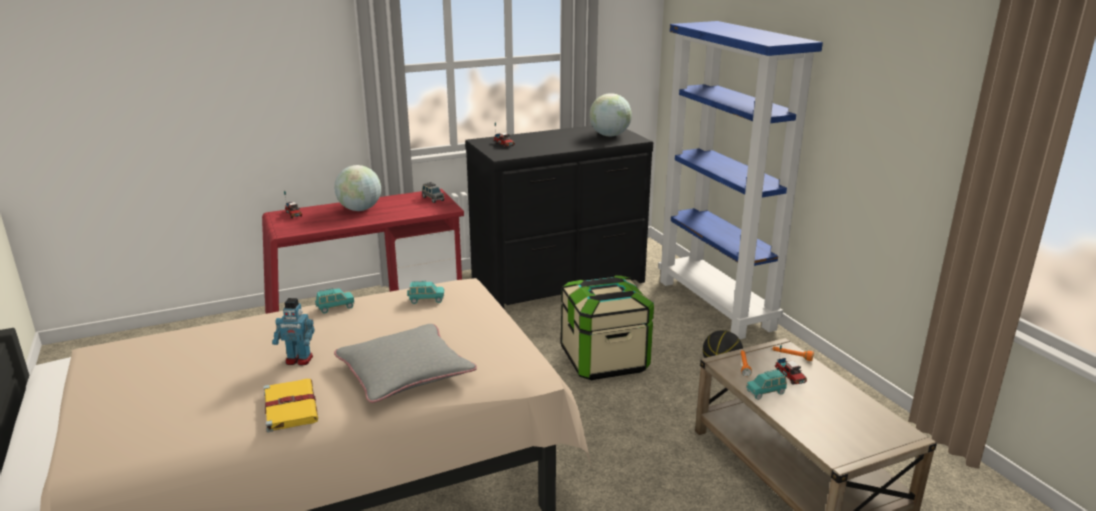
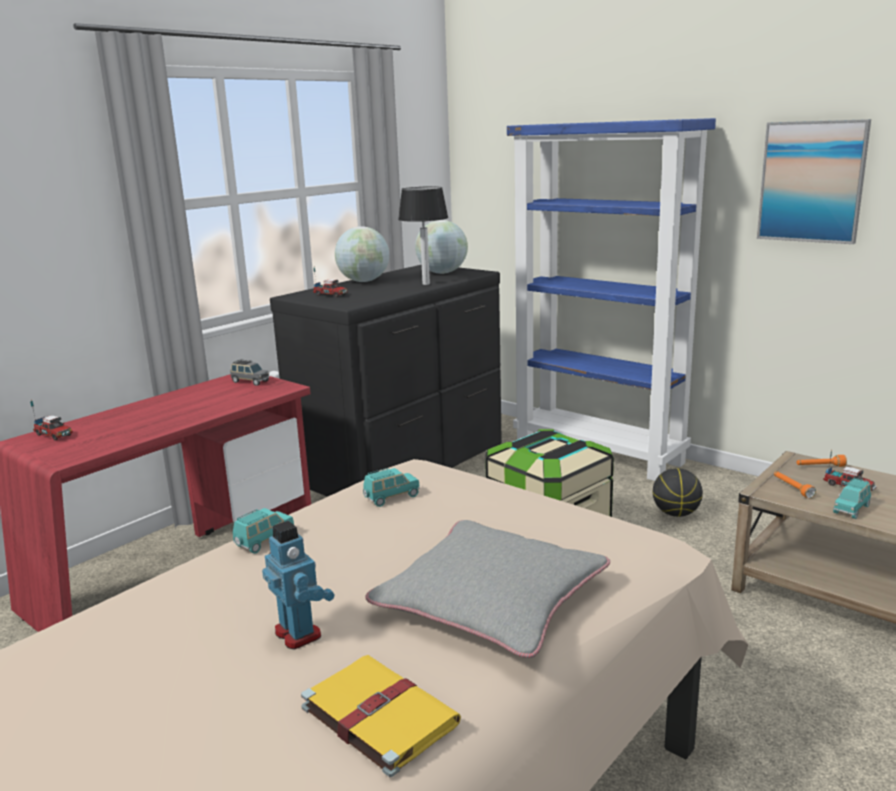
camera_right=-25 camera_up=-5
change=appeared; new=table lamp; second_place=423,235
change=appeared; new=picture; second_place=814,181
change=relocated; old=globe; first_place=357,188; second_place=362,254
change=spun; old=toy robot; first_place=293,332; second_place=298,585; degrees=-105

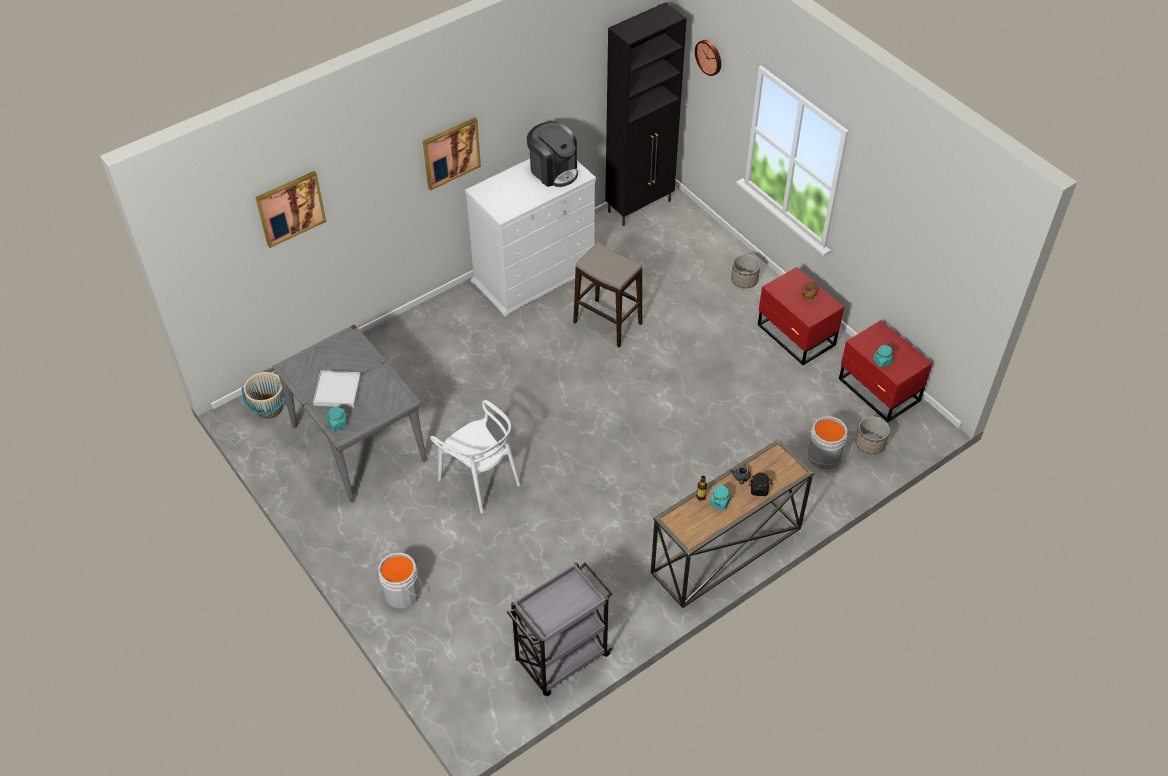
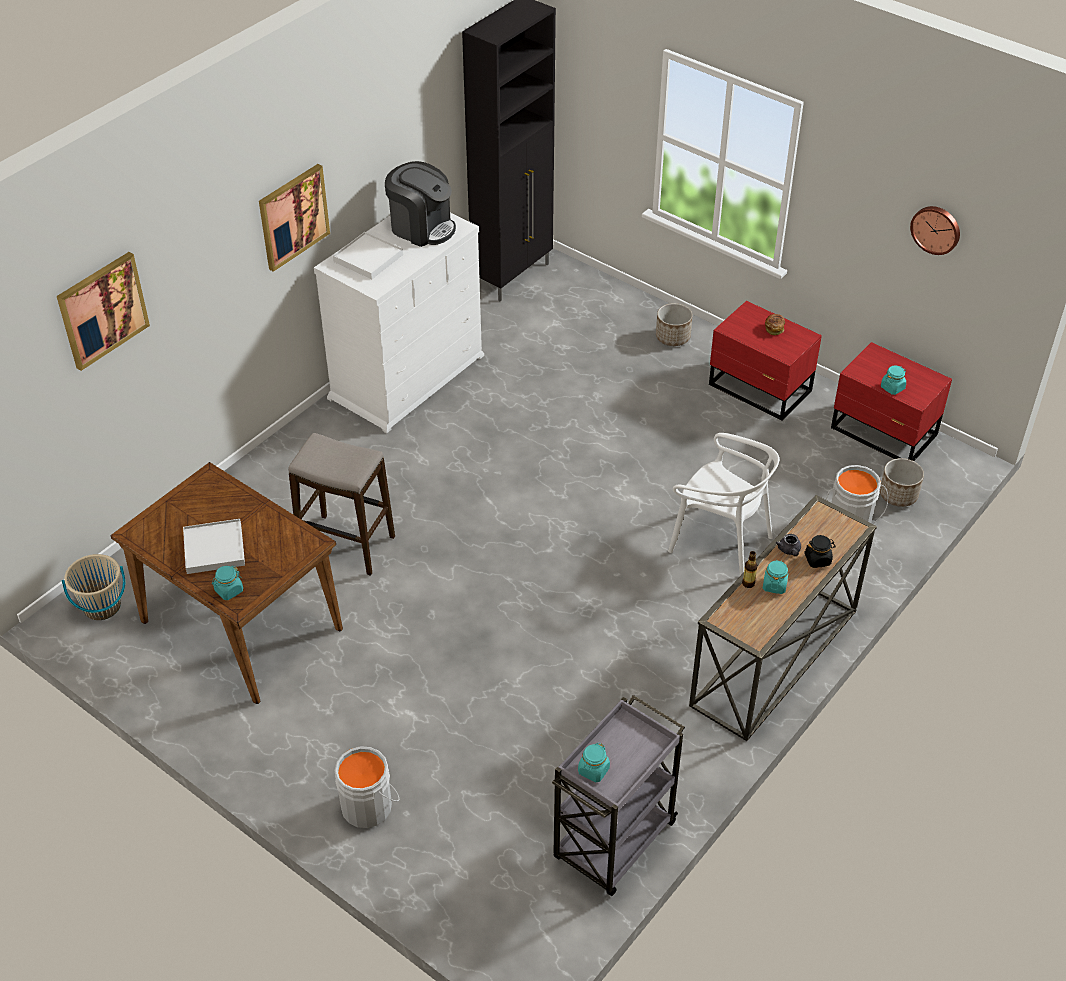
camera_right=-15 camera_up=-5
change=appeared; new=white tray; second_place=368,255
change=appeared; new=turquoise jar; second_place=594,762
change=relocated; old=white chair; first_place=475,456; second_place=723,504
change=relocated; old=stool; first_place=607,295; second_place=341,504
change=relocated; old=wall clock; first_place=708,58; second_place=935,230
change=colour; old=grey dining table; new=brown dining table; first_place=349,413; second_place=226,583

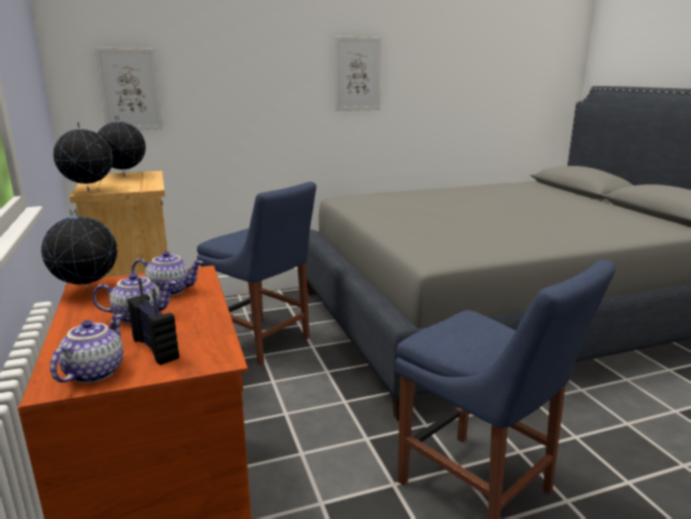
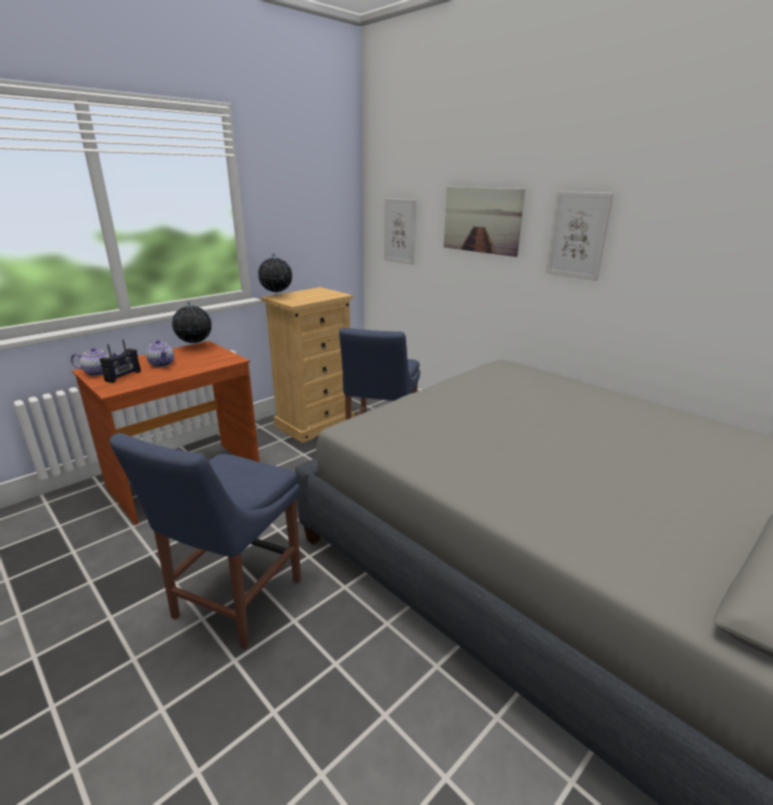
camera_right=65 camera_up=5
change=missing; old=globe; first_place=121,146
change=missing; old=teapot; first_place=167,273
change=appeared; new=picture; second_place=484,222

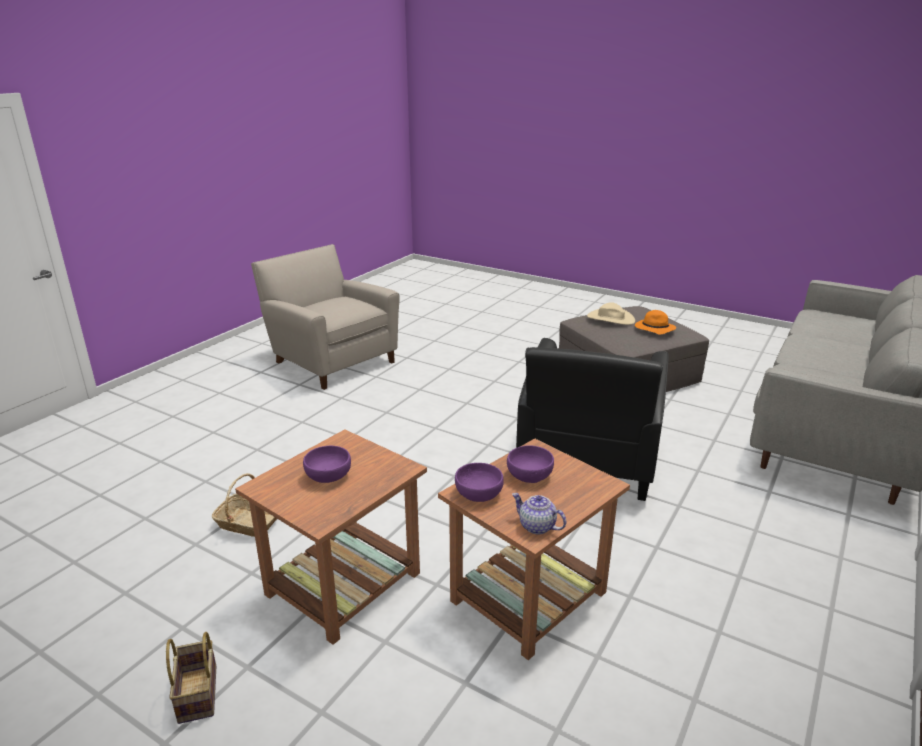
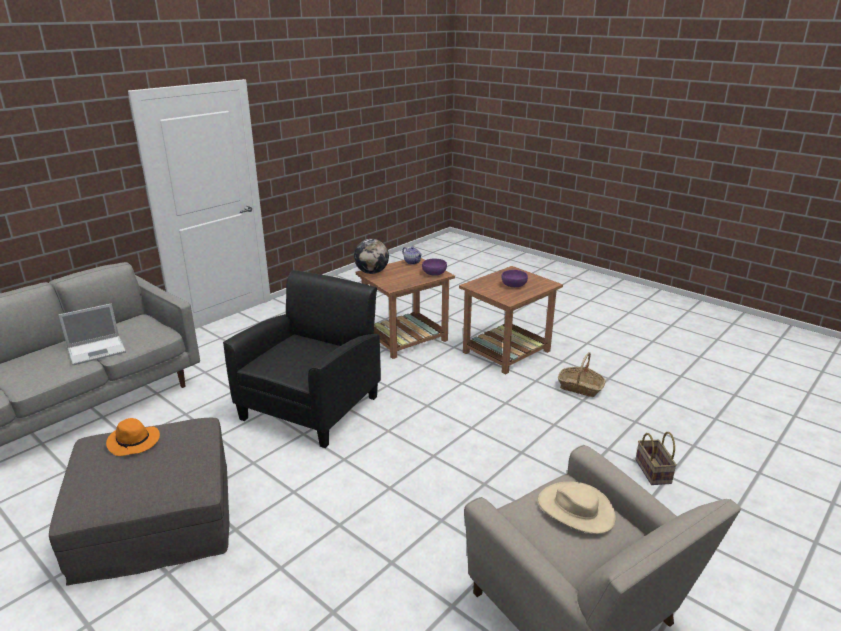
camera_right=-170 camera_up=0
change=missing; old=purple bowl; first_place=530,464
change=appeared; new=laptop; second_place=92,334
change=appeared; new=globe; second_place=371,256
change=relocated; old=basket; first_place=191,678; second_place=656,458
change=relocated; old=beige hat; first_place=611,313; second_place=577,507

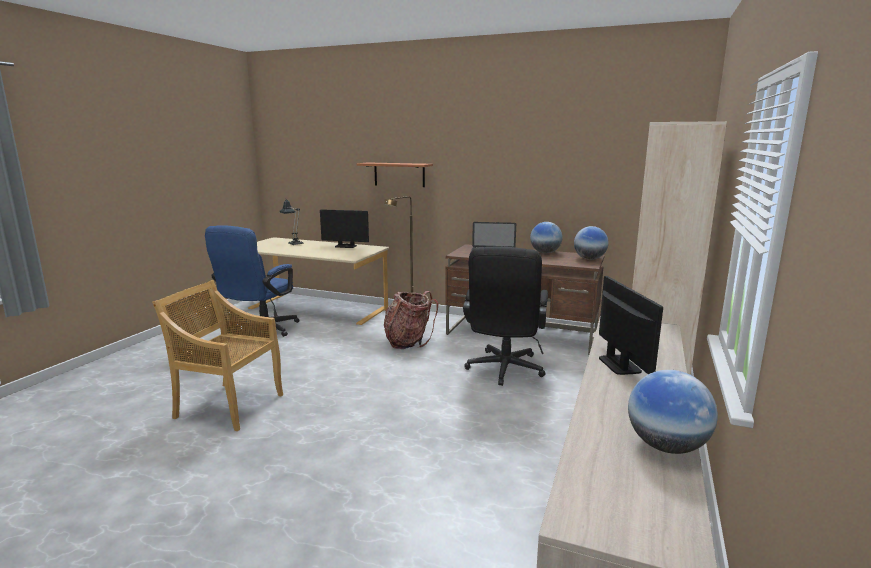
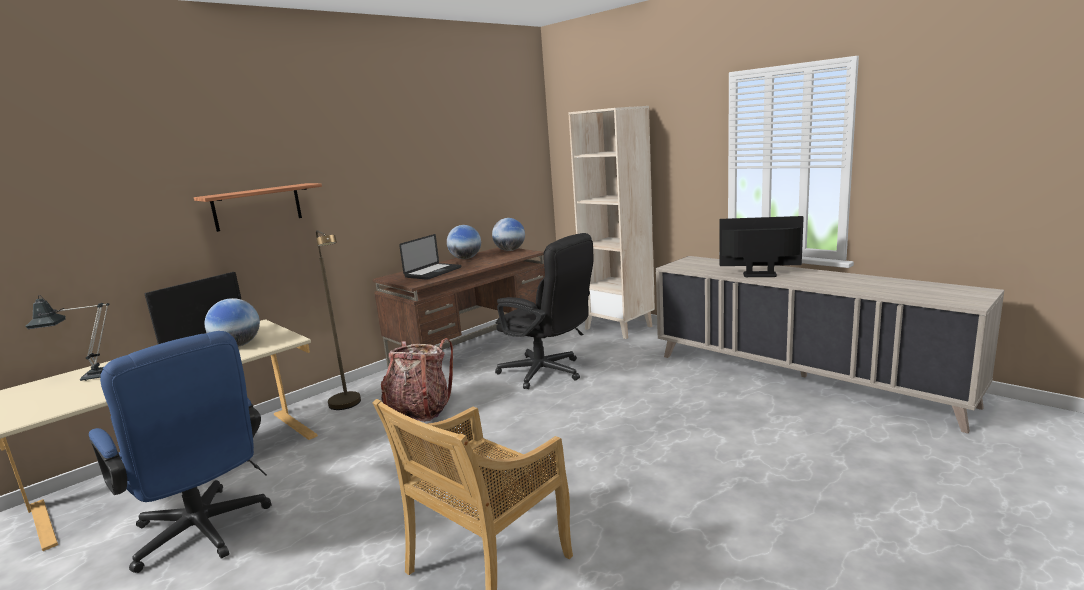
camera_right=-65 camera_up=0
change=relocated; old=globe; first_place=673,412; second_place=232,322

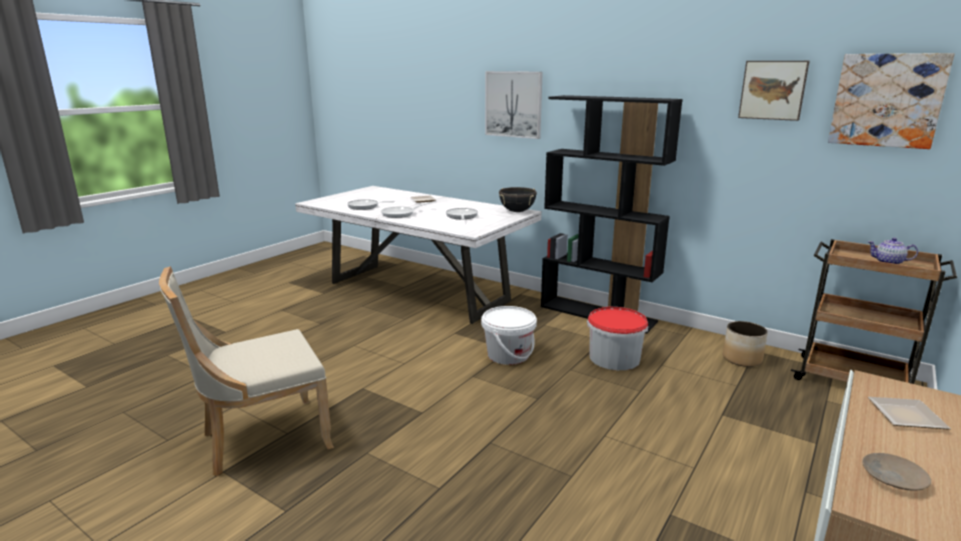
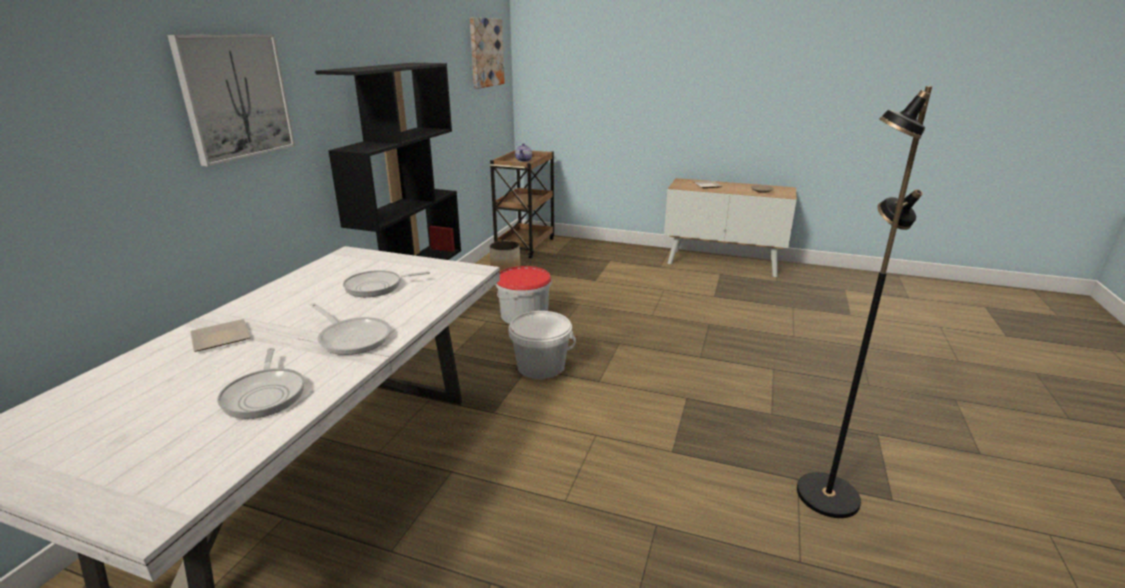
camera_right=-105 camera_up=5
change=missing; old=black cooking pot; first_place=518,199
change=missing; old=picture; first_place=774,91
change=exchanged; old=beige chair; new=black floor lamp; first_place=246,371; second_place=864,302

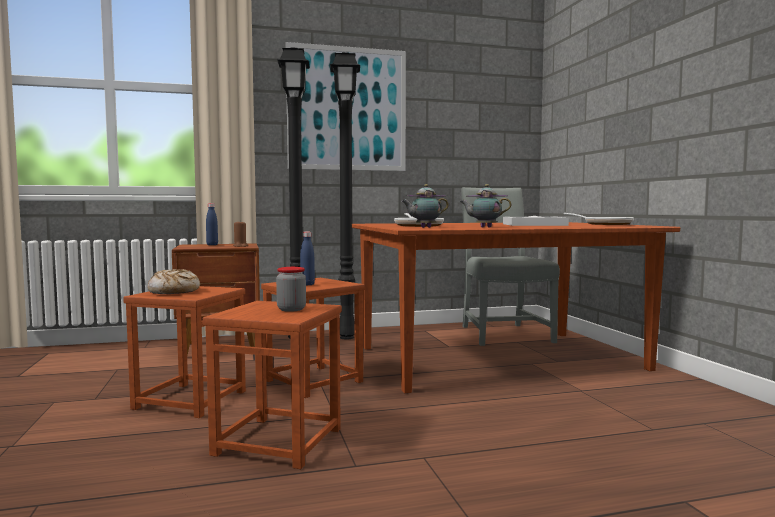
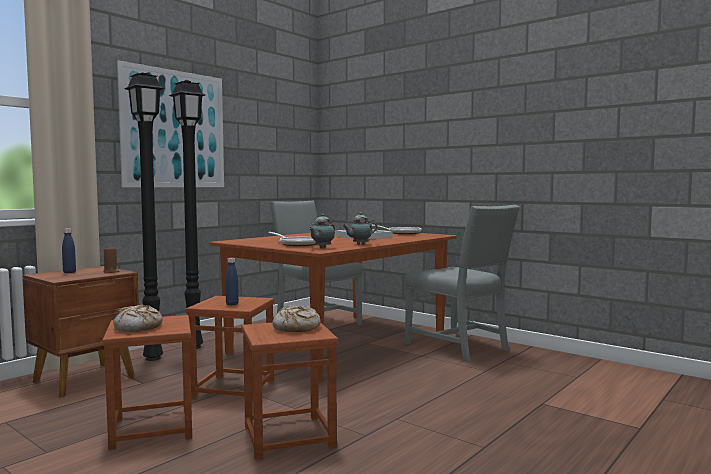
camera_right=-35 camera_up=0
change=appeared; new=grey chair; second_place=462,283
change=exchanged; old=jar; new=bread; first_place=291,289; second_place=296,319

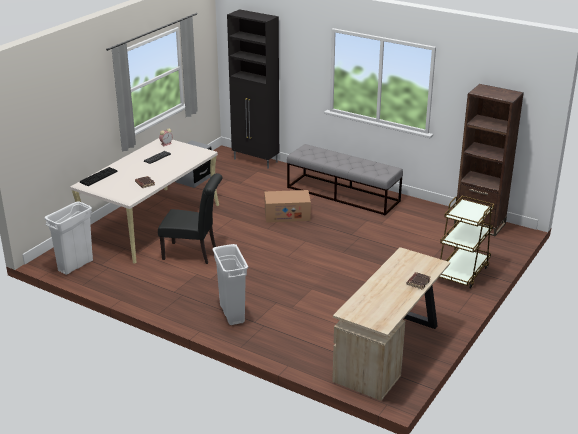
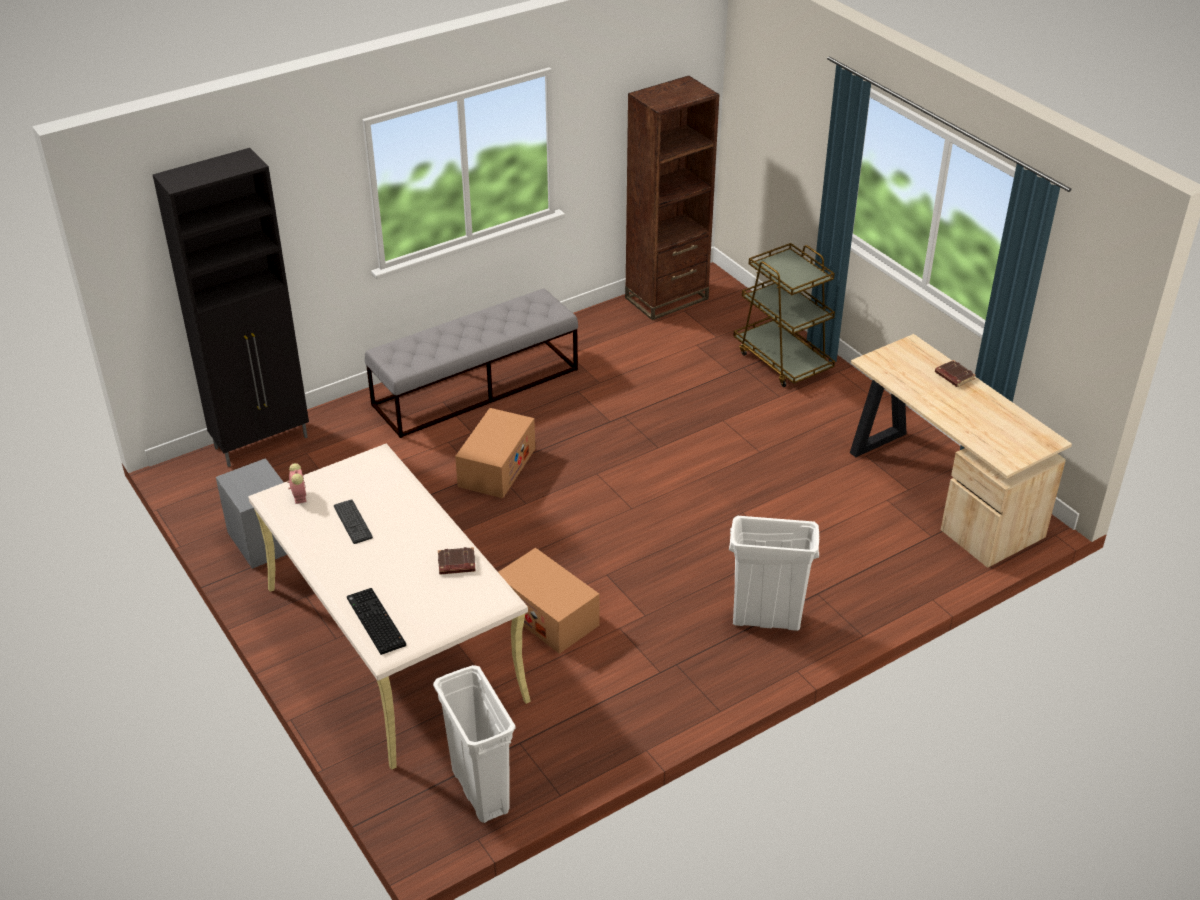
camera_right=-65 camera_up=10
change=exchanged; old=black chair; new=cardboard box; first_place=190,218; second_place=549,601

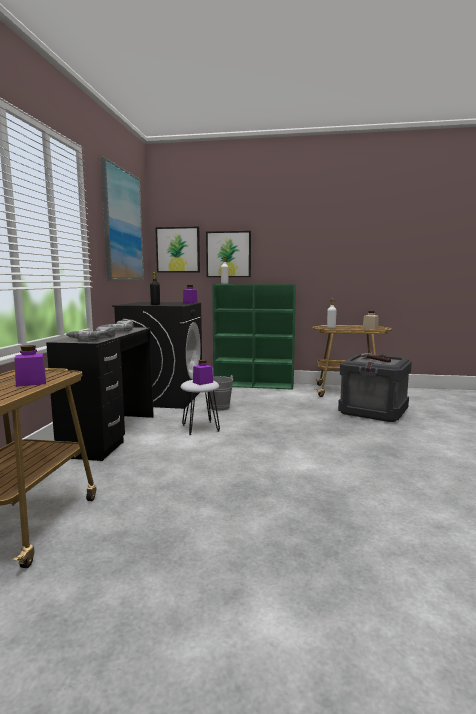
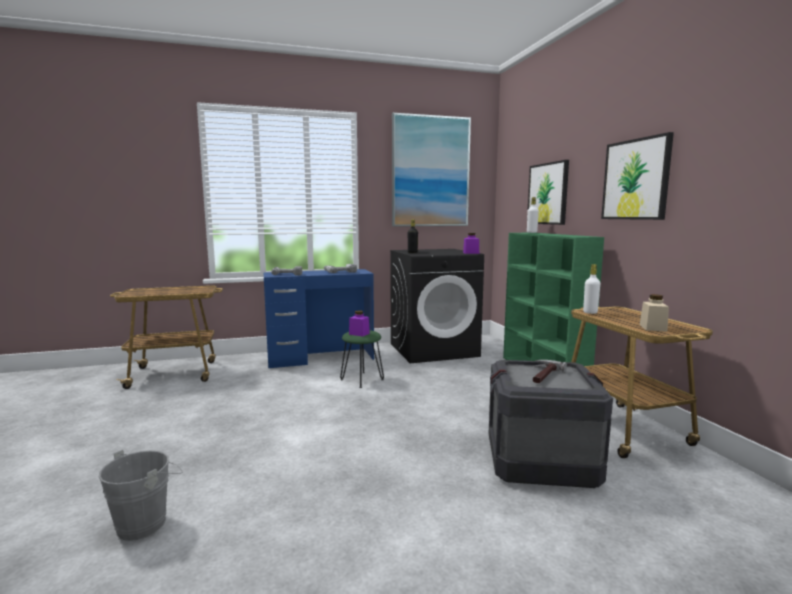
camera_right=65 camera_up=0
change=missing; old=purple jar; first_place=30,366
change=relocated; old=picture; first_place=177,249; second_place=637,176
change=relocated; old=grey bucket; first_place=221,393; second_place=141,495
change=colour; old=black desk; new=blue desk; first_place=100,394; second_place=319,318
change=colour; old=white stool; new=green stool; first_place=200,407; second_place=362,359

